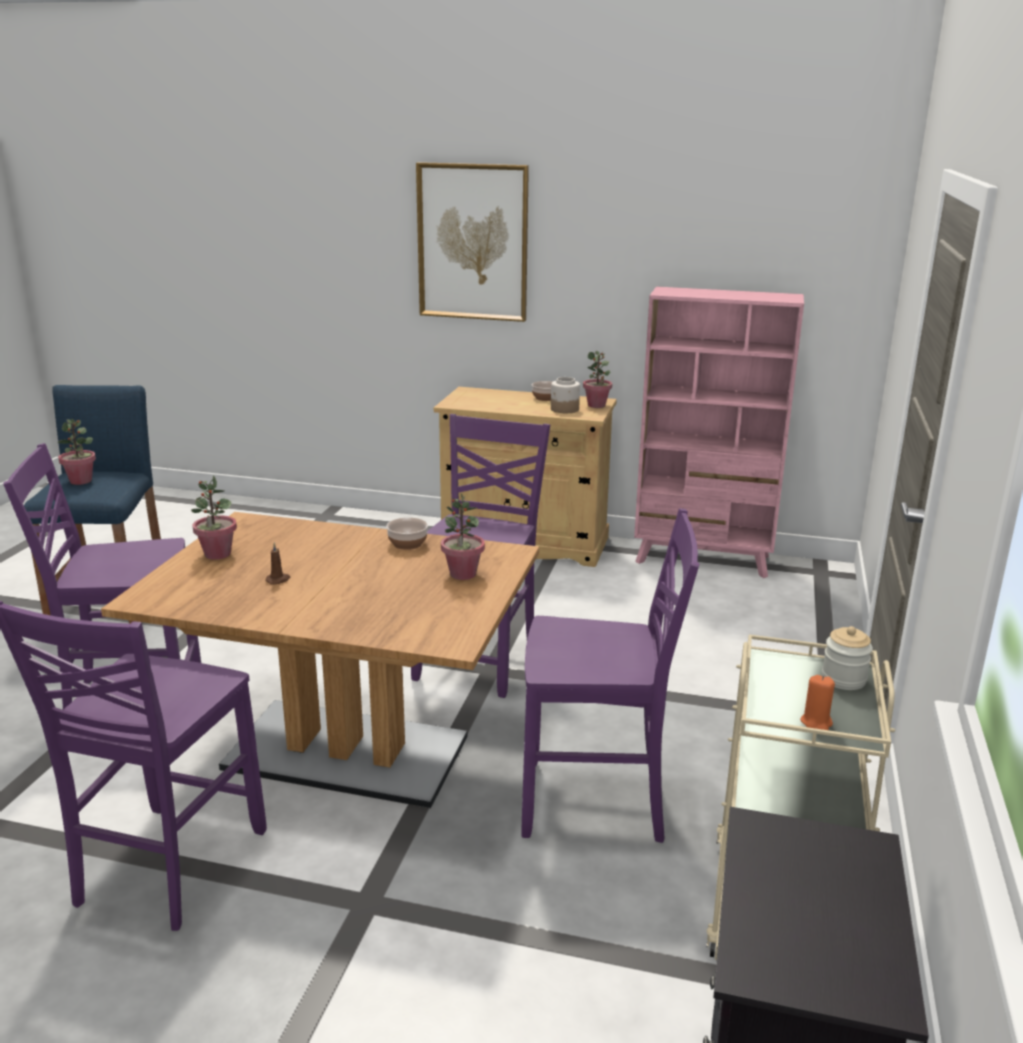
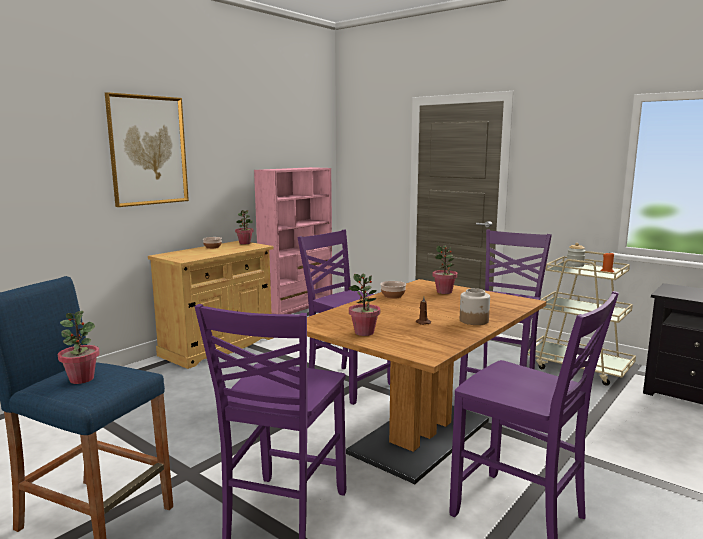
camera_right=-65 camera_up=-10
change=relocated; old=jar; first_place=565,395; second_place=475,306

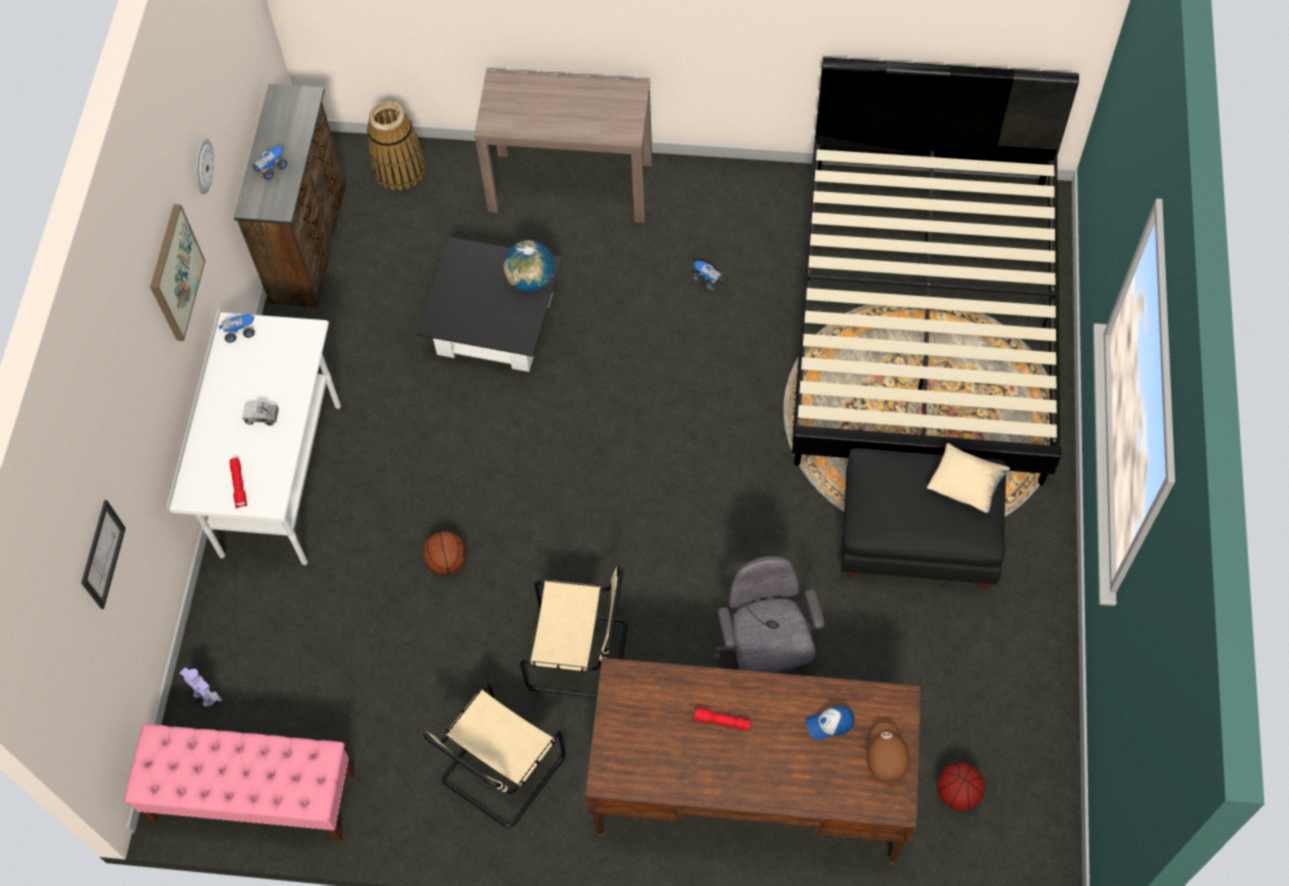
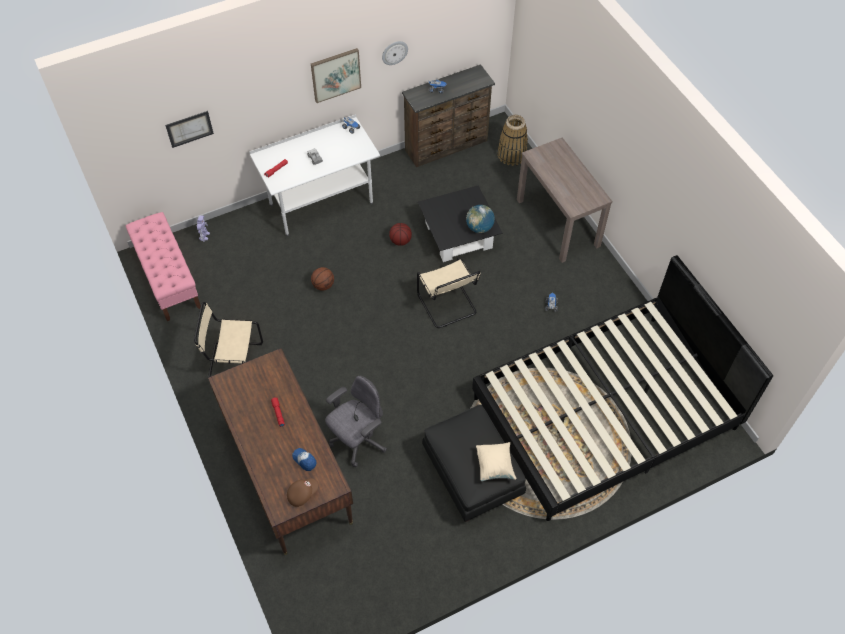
camera_right=55 camera_up=-5
change=relocated; old=beige chair; first_place=574,632; second_place=449,292
change=relocated; old=basketball; first_place=961,786; second_place=400,234

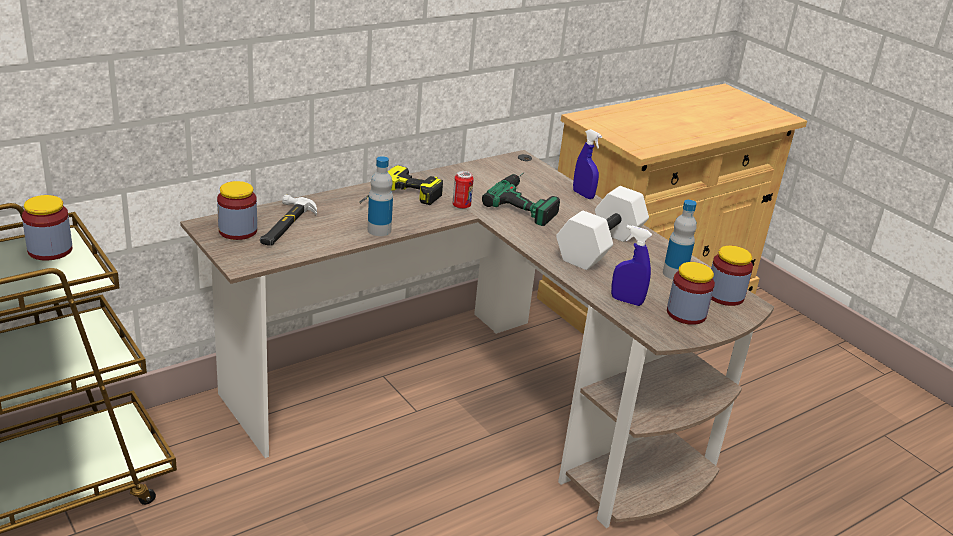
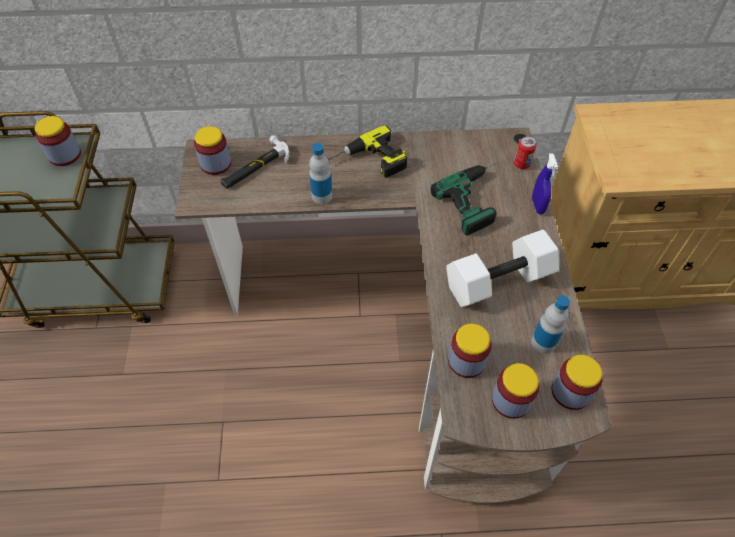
camera_right=35 camera_up=25
change=relocated; old=can; first_place=463,190; second_place=525,153
change=exchanged; old=blue spray bottle; new=jar; first_place=631,265; second_place=470,350

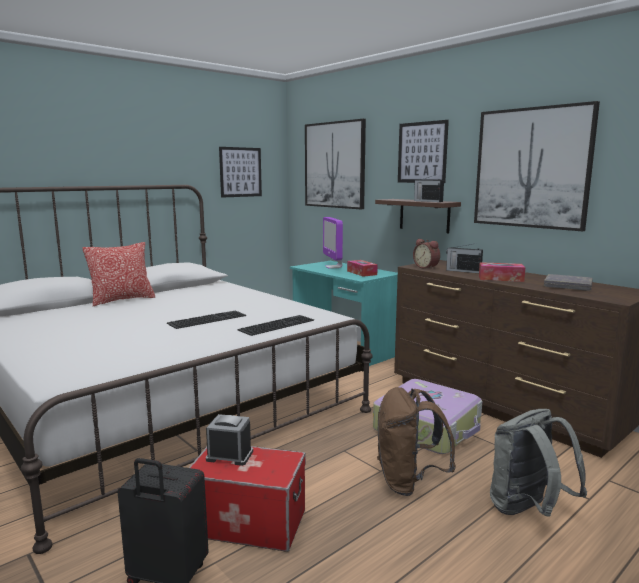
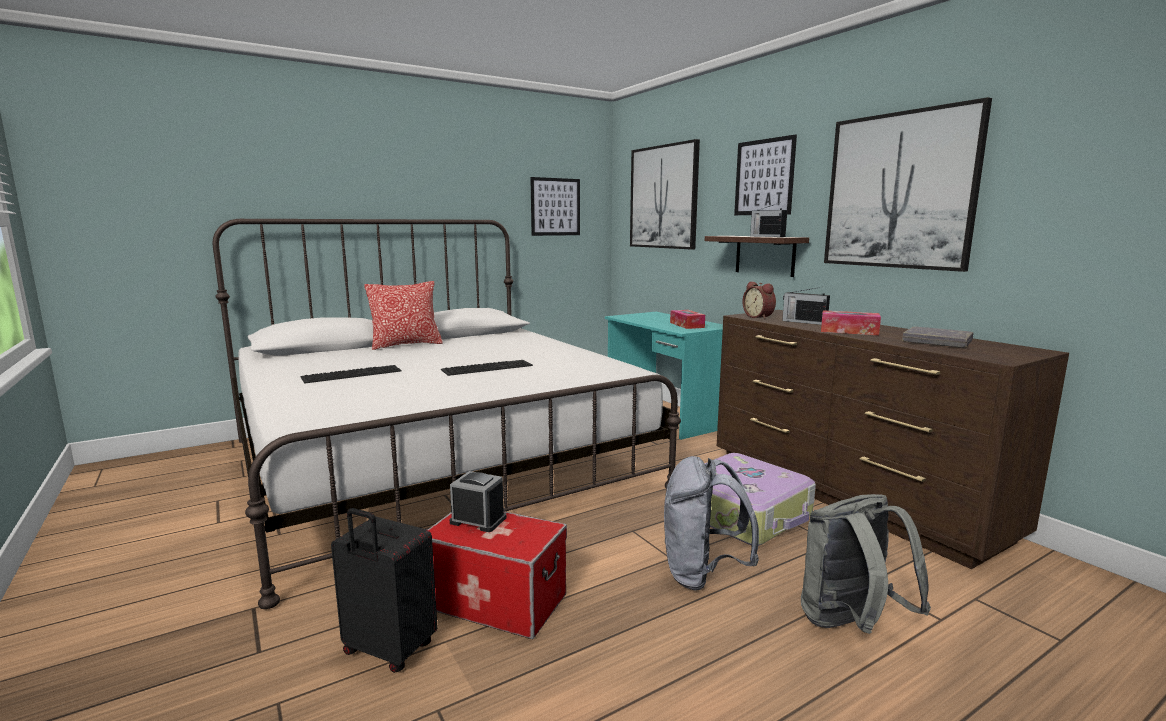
camera_right=10 camera_up=0
change=missing; old=monitor; first_place=333,243
change=relocated; old=keyboard; first_place=275,325; second_place=350,374
change=colour; old=brown backpack; new=grey backpack; first_place=416,441; second_place=711,523

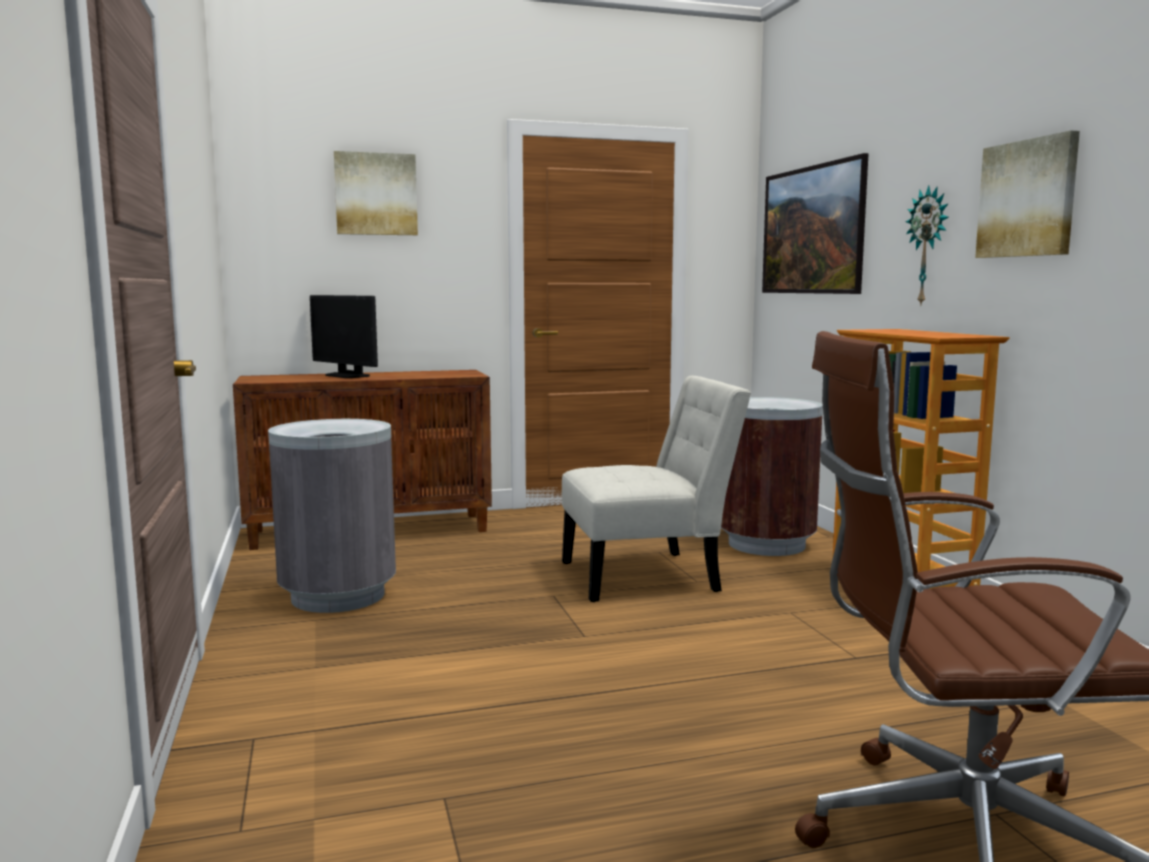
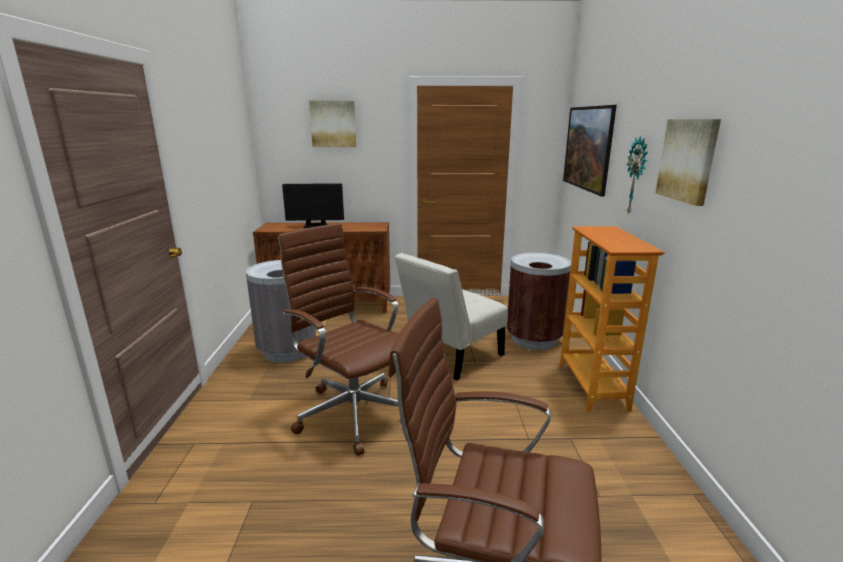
camera_right=15 camera_up=10
change=appeared; new=brown office chair; second_place=338,339
change=spun; old=monitor; first_place=344,336; second_place=313,205; degrees=-60
change=spun; old=white chair; first_place=656,489; second_place=451,316; degrees=135

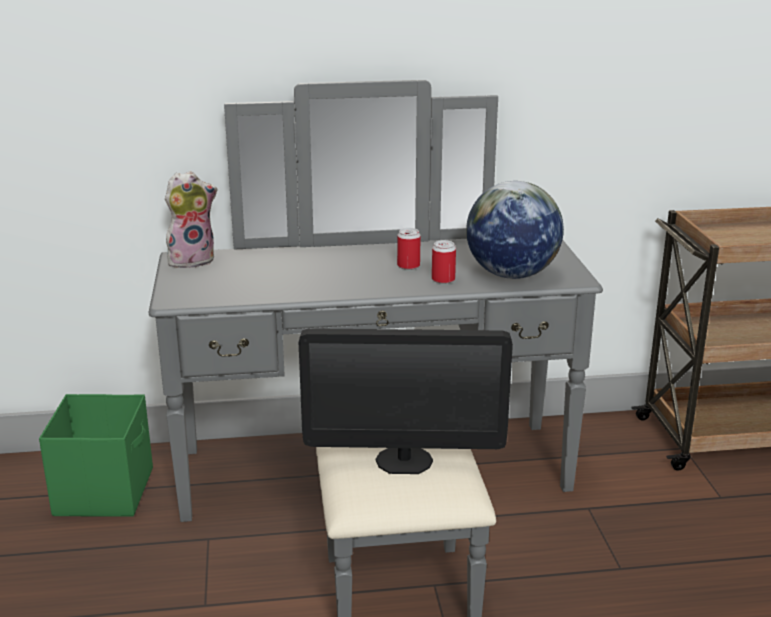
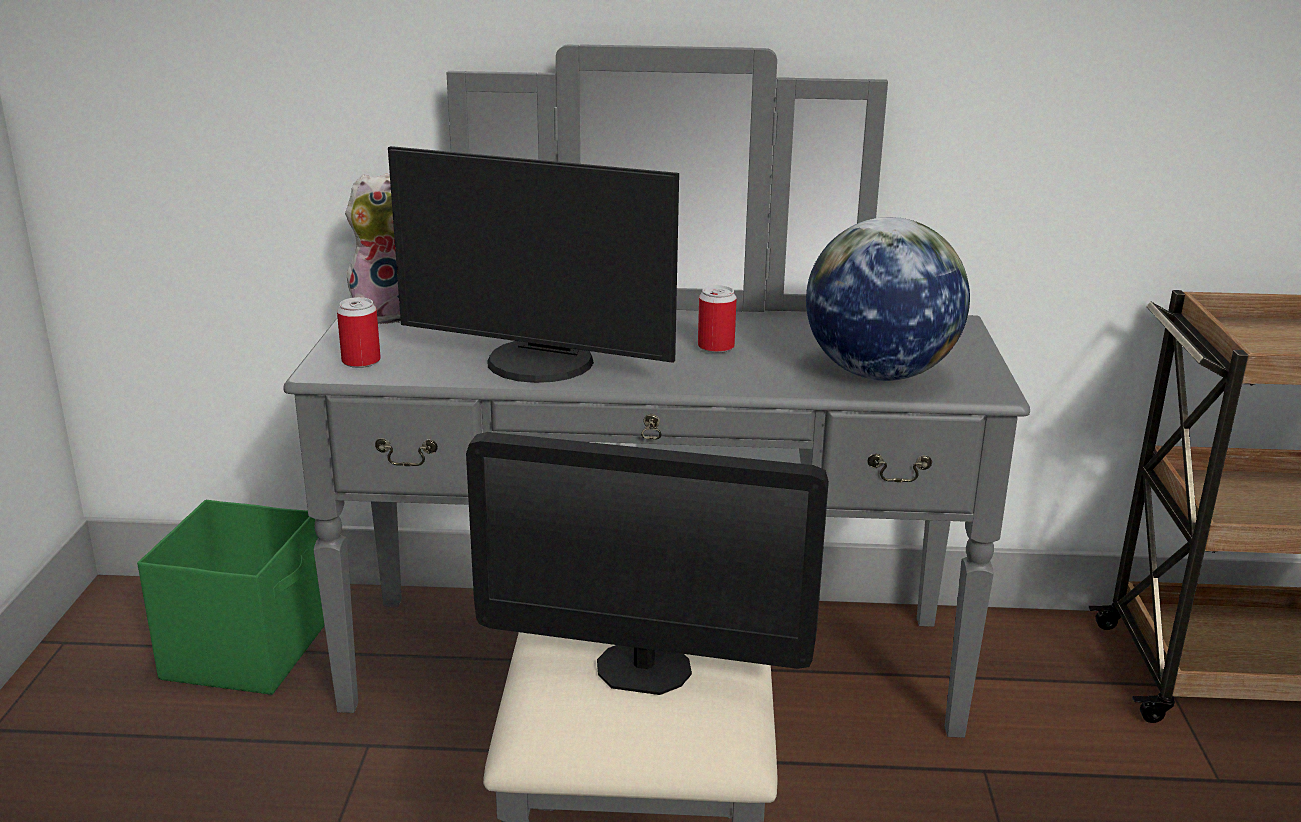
camera_right=10 camera_up=0
change=appeared; new=monitor; second_place=533,264
change=relocated; old=can; first_place=444,262; second_place=359,332

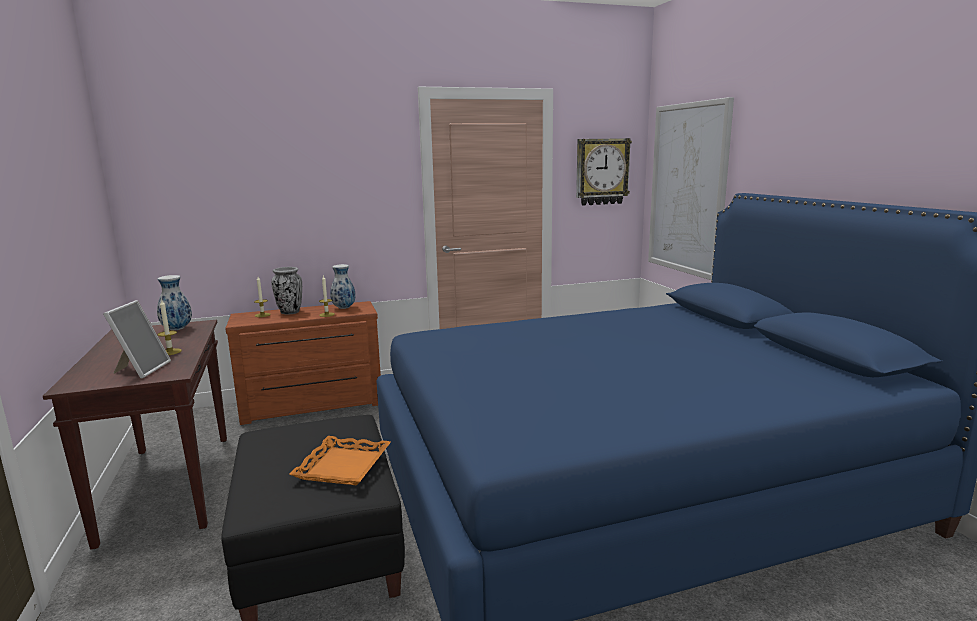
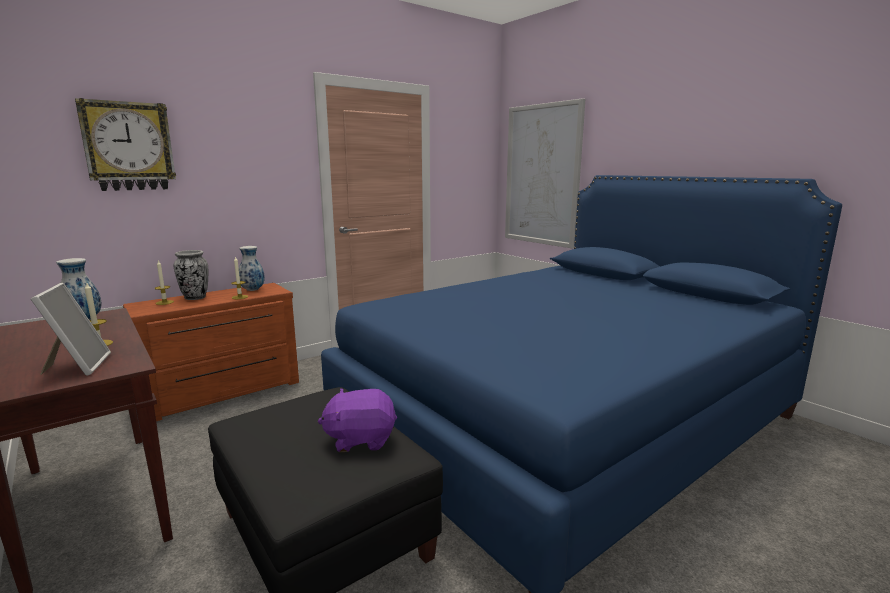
camera_right=-20 camera_up=0
change=relocated; old=wall clock; first_place=604,172; second_place=125,144
change=exchanged; old=orange tray; new=purple plush toy; first_place=340,460; second_place=357,420

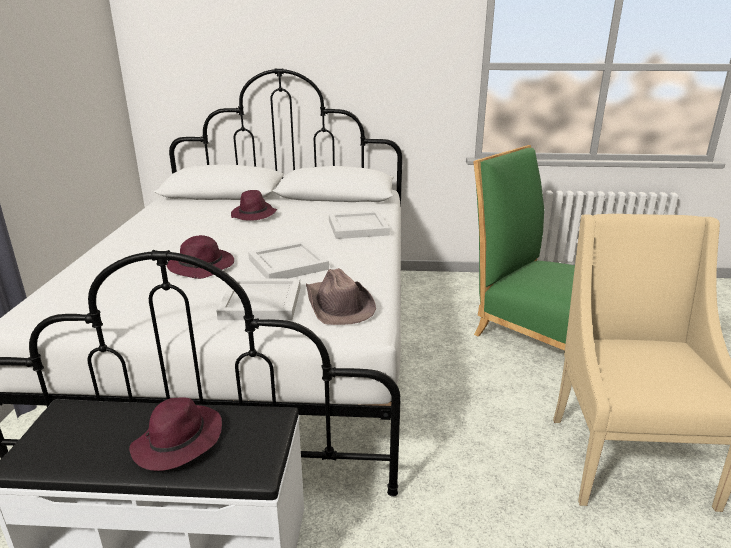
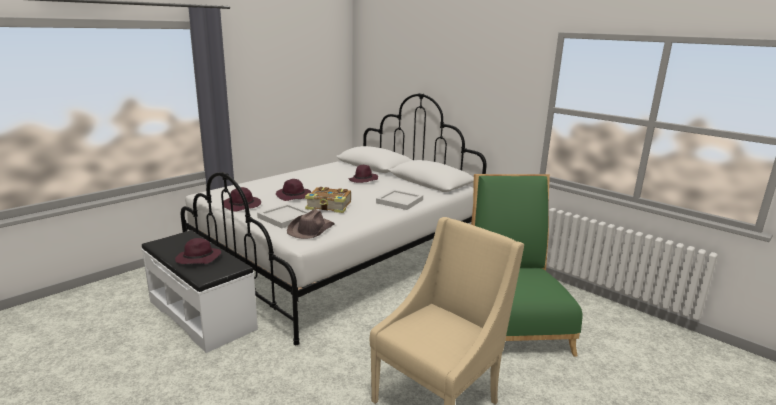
camera_right=40 camera_up=-5
change=appeared; new=purple hat; second_place=242,199
change=exchanged; old=white tray; new=book; first_place=288,260; second_place=328,200

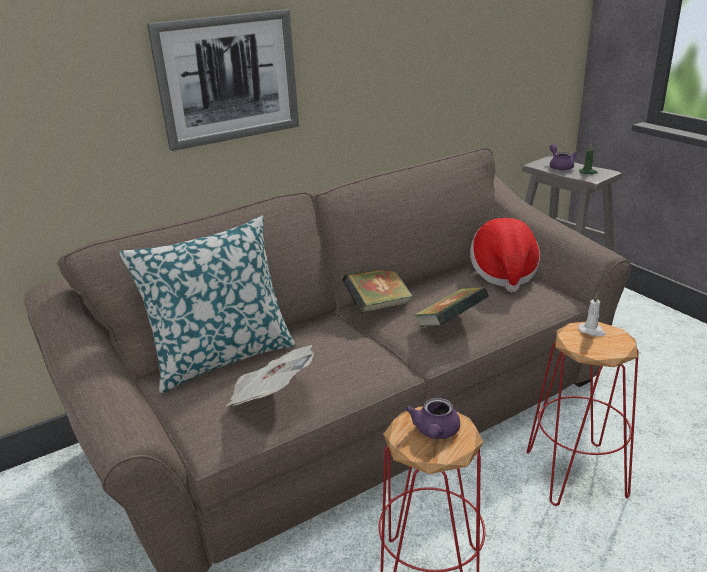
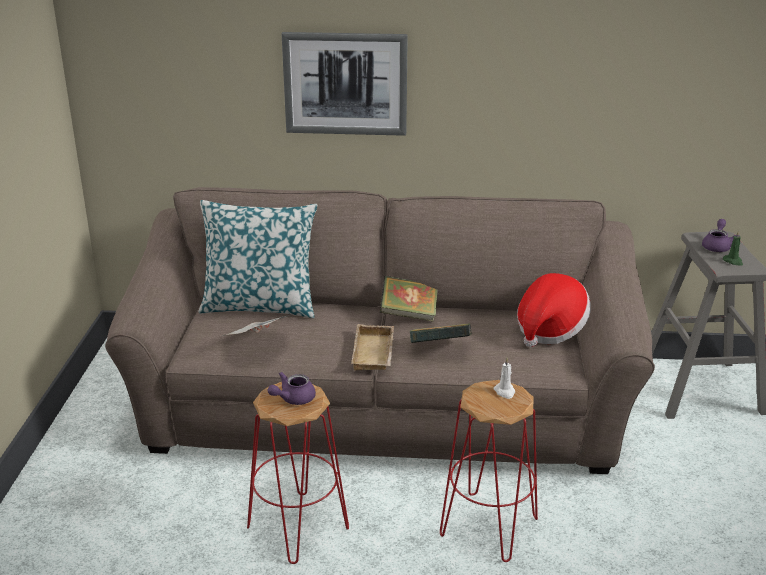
camera_right=35 camera_up=0
change=appeared; new=beige tray; second_place=372,347

